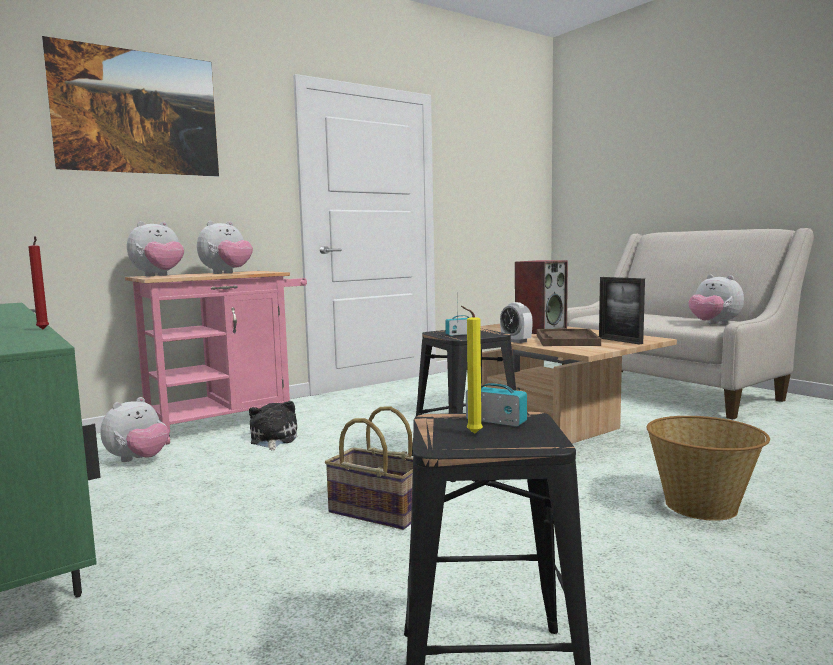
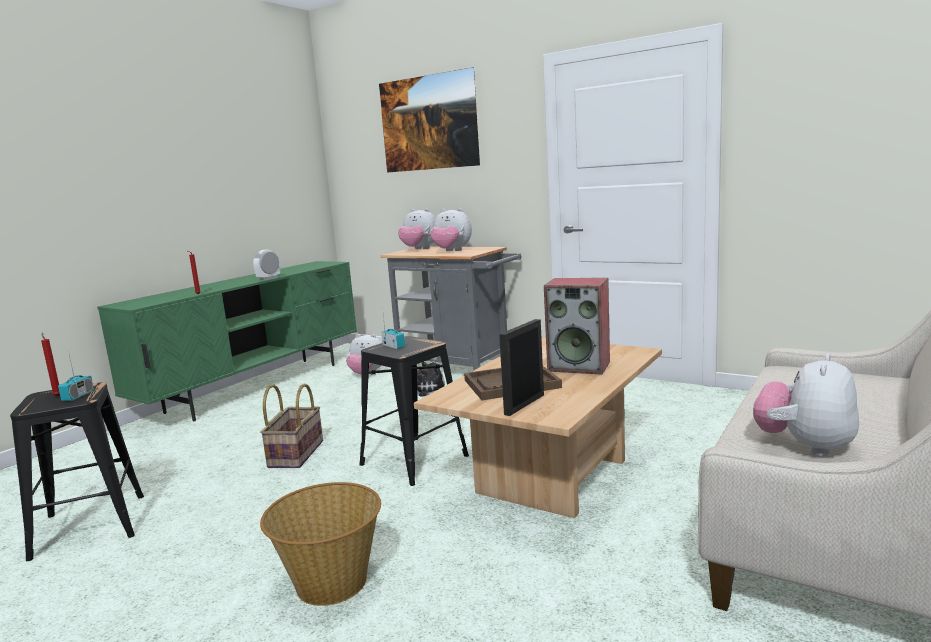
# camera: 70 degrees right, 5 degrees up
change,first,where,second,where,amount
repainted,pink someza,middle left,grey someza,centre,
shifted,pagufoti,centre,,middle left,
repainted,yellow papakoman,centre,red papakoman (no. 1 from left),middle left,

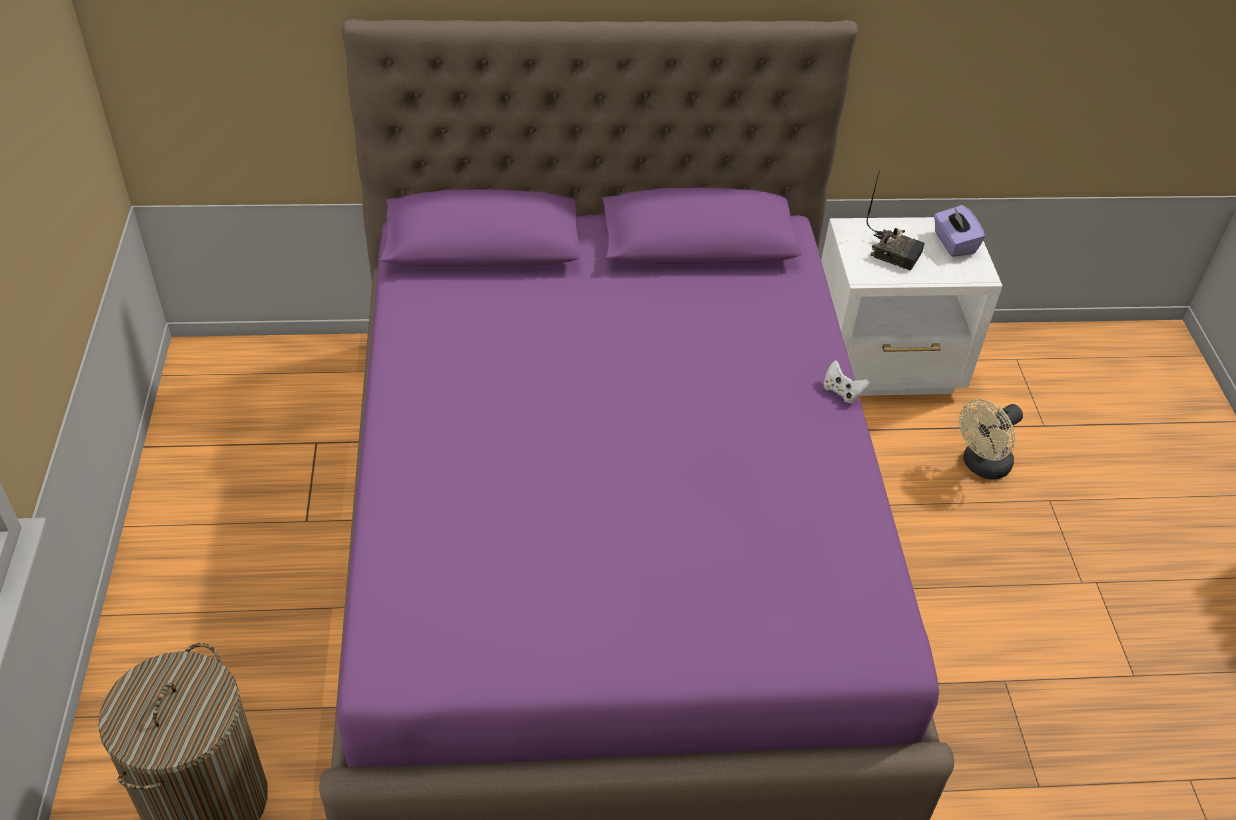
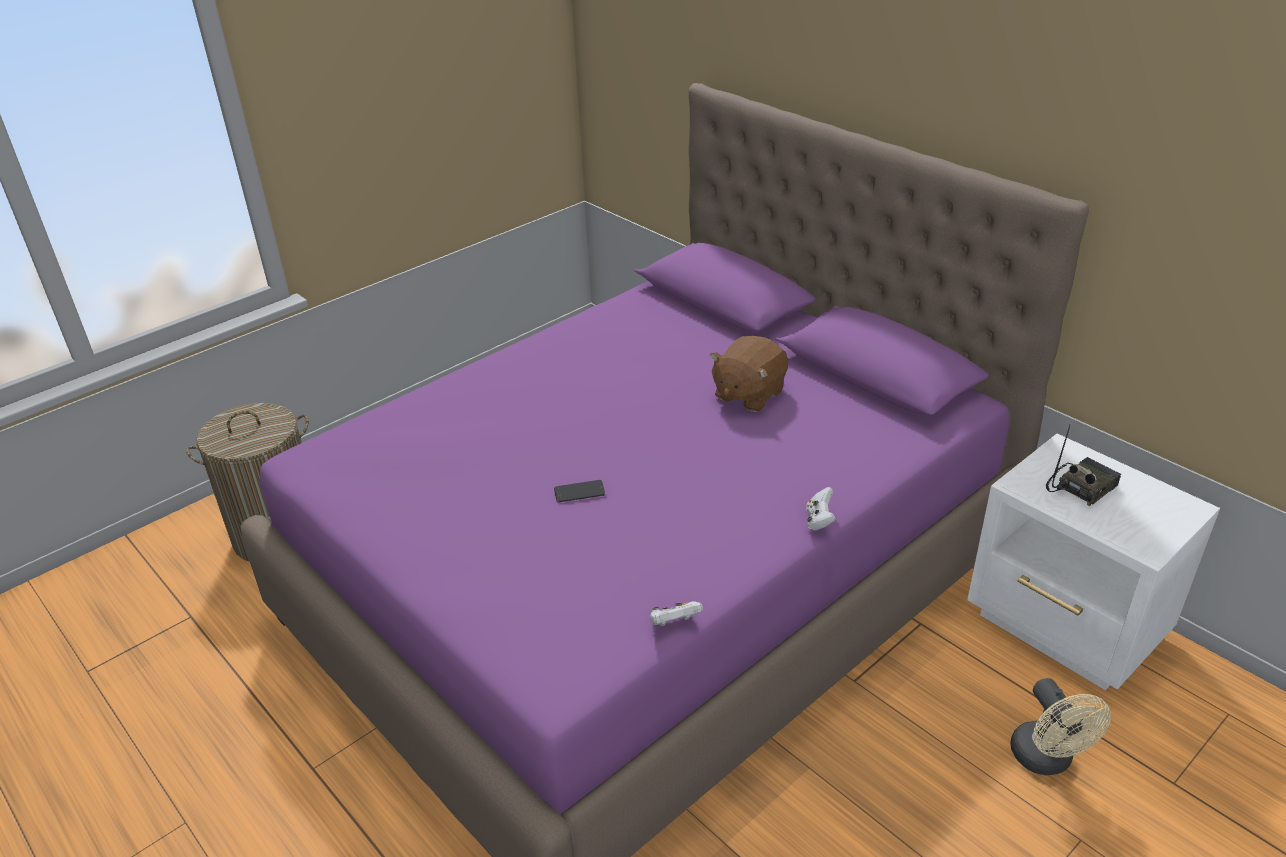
# camera: 55 degrees right, 10 degrees down
change,first,where,second,where,amount
rotated,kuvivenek,top right,,middle right,120 degrees counterclockwise
gone,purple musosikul,top right,,,
rotated,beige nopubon,middle right,,bottom right,120 degrees counterclockwise
new,,,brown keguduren,centre,
new,,,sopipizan,centre,
new,,,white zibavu (no. 1 from left),bottom centre,

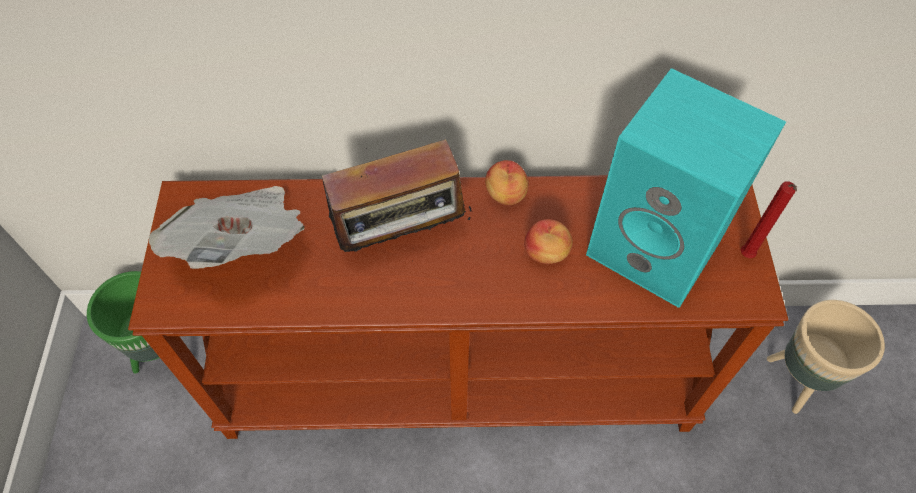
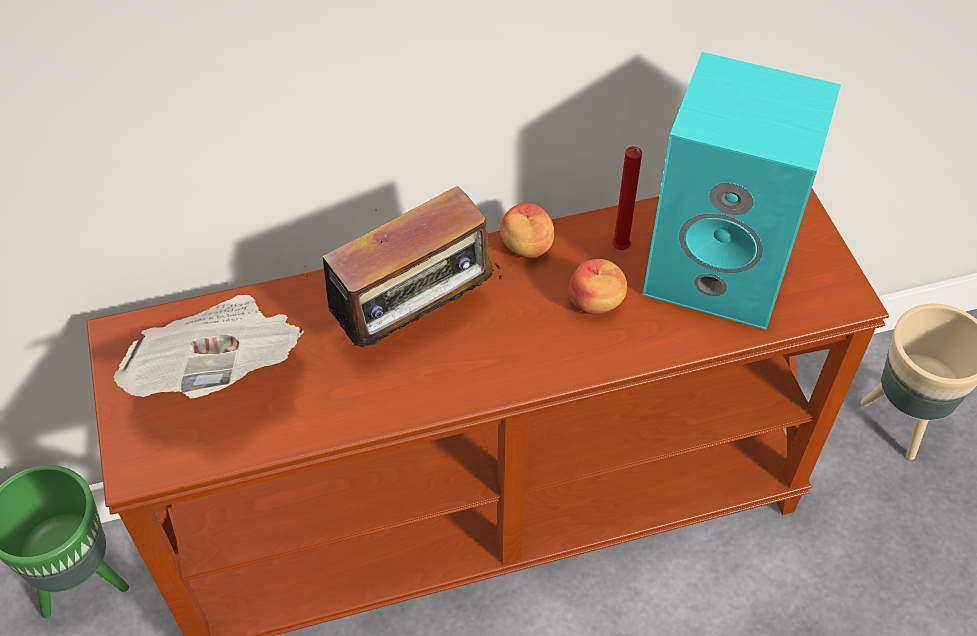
# camera: 15 degrees left, 5 degrees down
change,first,where,second,where,amount
shifted,red papakoman,middle right,,top centre,

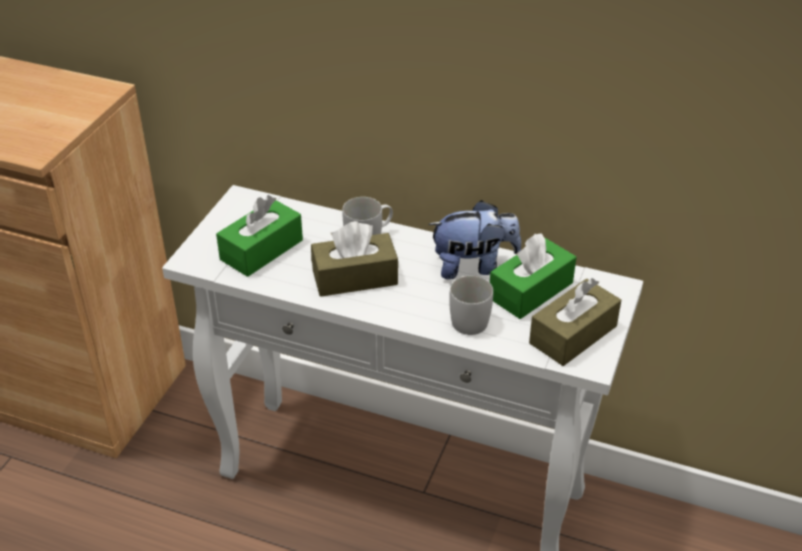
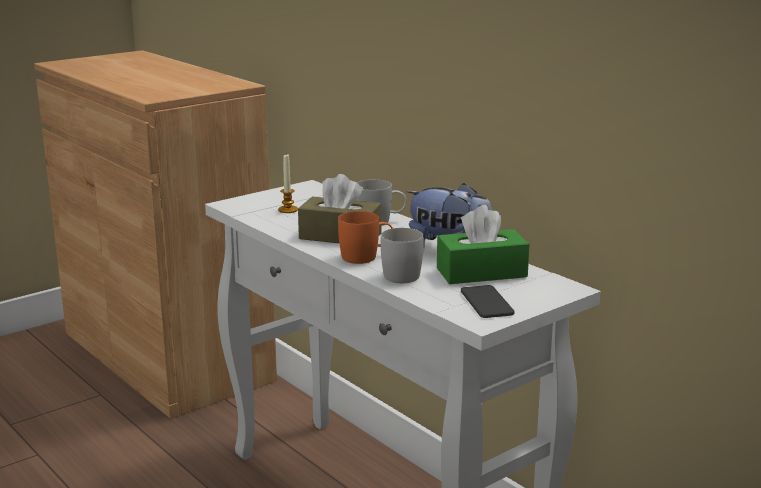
# camera: 30 degrees right, 20 degrees down
change,first,where,second,where,amount
swapped,green musosikul (no. 1 from left),middle left,papakoman,centre,
swapped,brown musosikul (no. 2 from left),middle right,sopipizan,centre,
new,,,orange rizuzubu,centre,

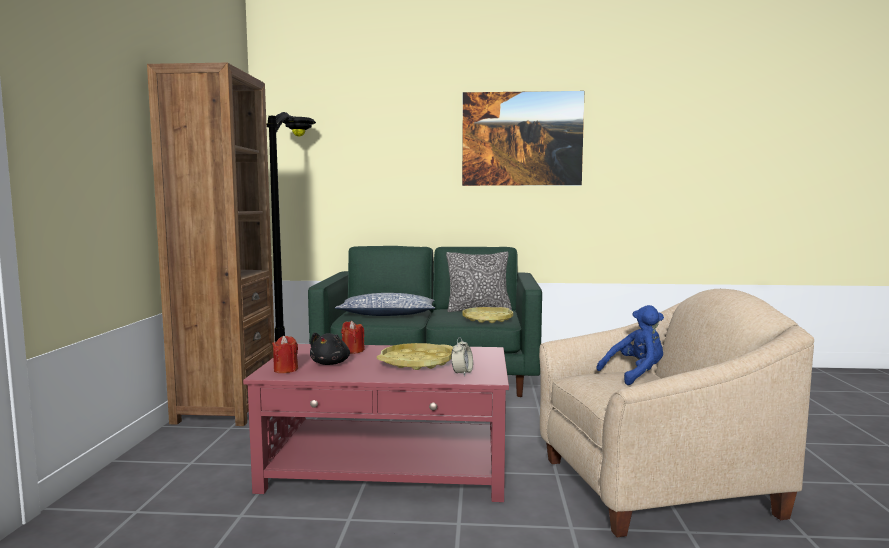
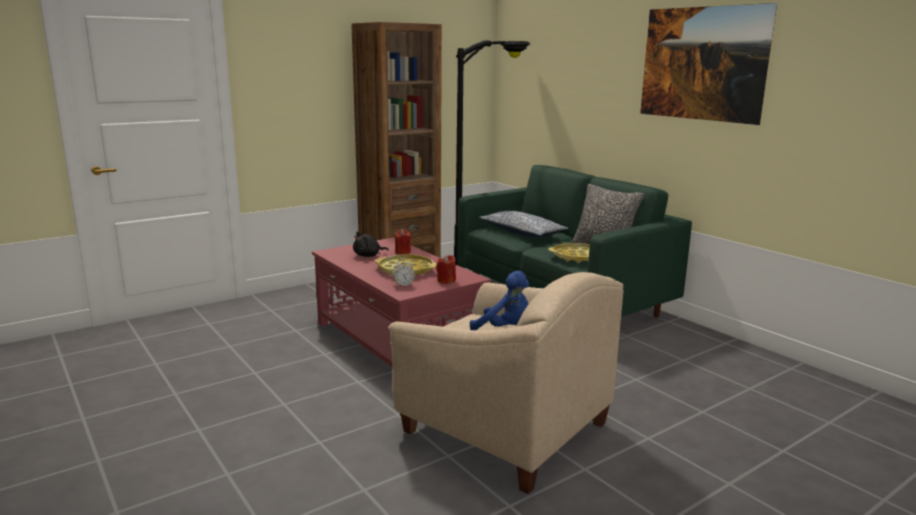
# camera: 50 degrees right, 10 degrees up
change,first,where,second,where,amount
shifted,red papakoman (no. 1 from left in the first image),middle left,red papakoman (no. 2 from left),centre,

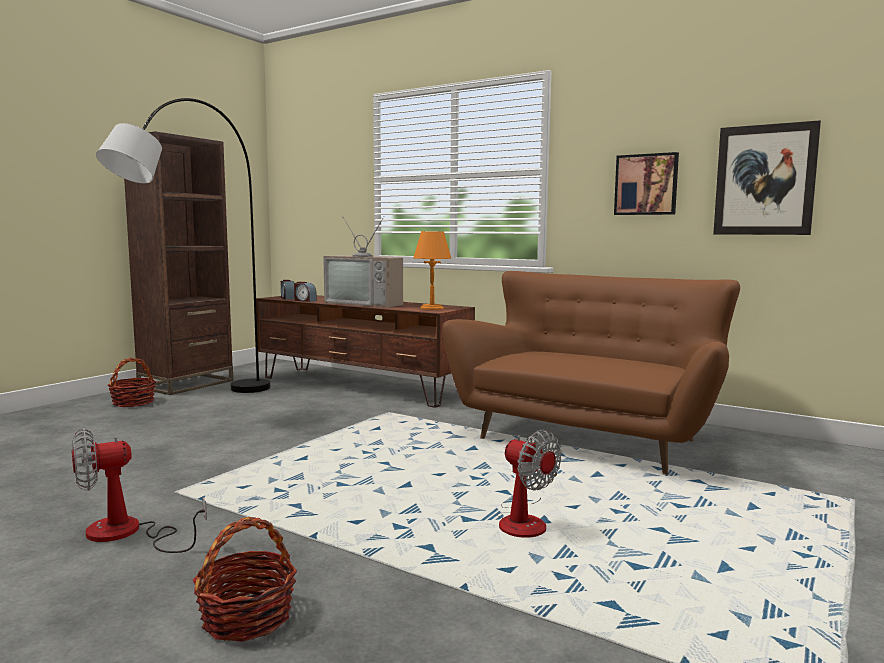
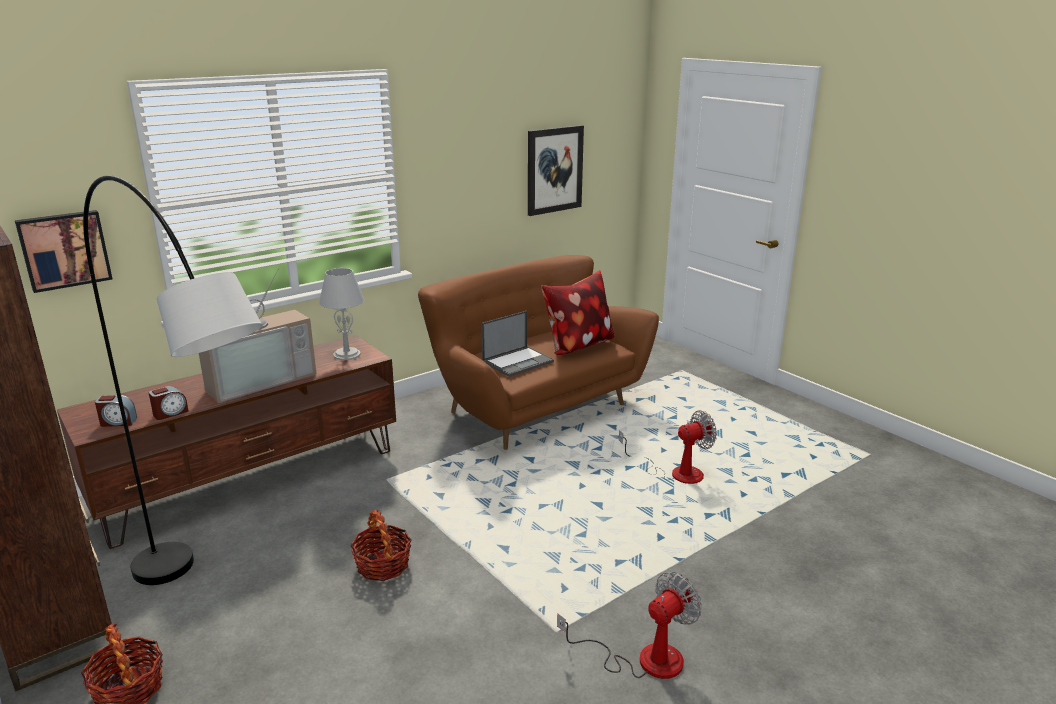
# camera: 70 degrees left, 15 degrees up
change,first,where,second,where,amount
shifted,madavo (no. 1 from left),top right,,middle left,
repainted,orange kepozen,centre,grey kepozen,middle left,
rotated,nopubon (no. 1 from left),bottom left,,bottom centre,120 degrees counterclockwise
shifted,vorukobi (no. 2 from left),bottom left,,bottom centre,
new,,,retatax,centre,
new,,,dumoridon,centre,

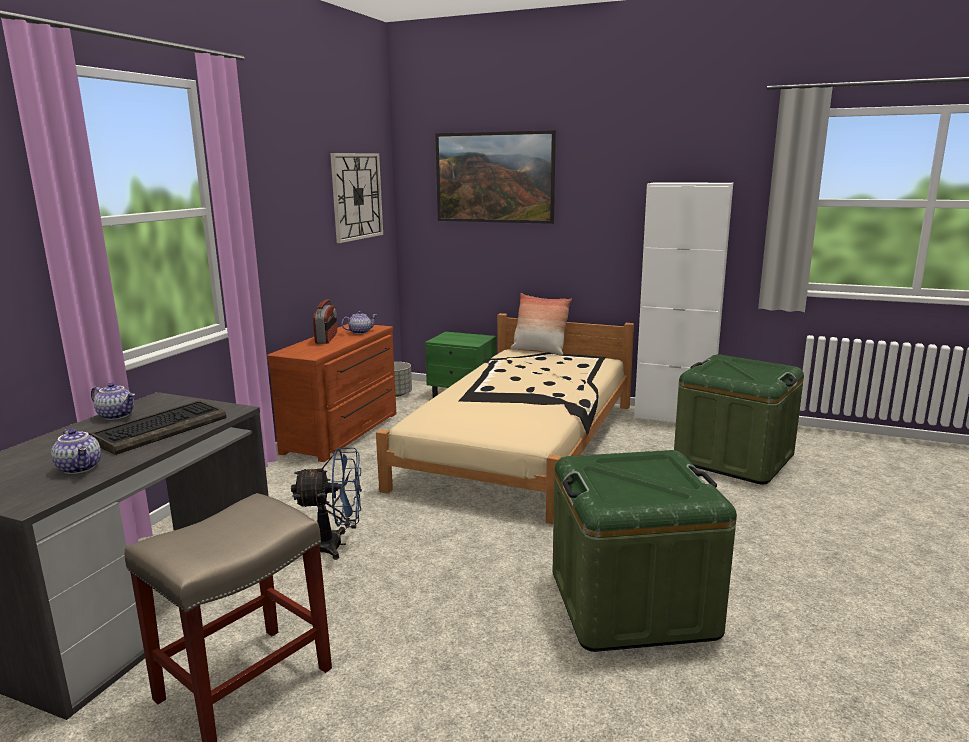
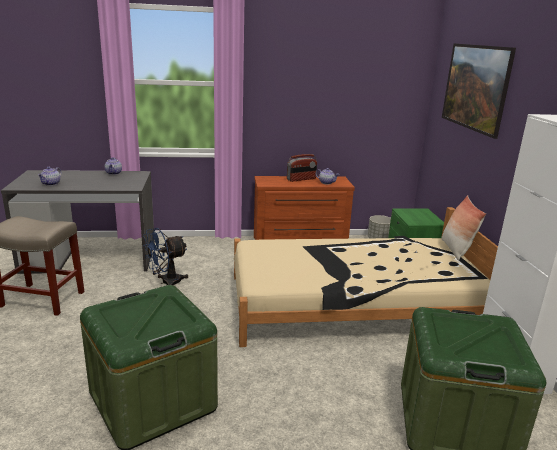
# camera: 60 degrees right, 5 degrees up
change,first,where,second,where,amount
gone,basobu,top centre,,,
gone,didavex,middle left,,,
rotated,blue nopubon,bottom centre,,middle left,90 degrees clockwise

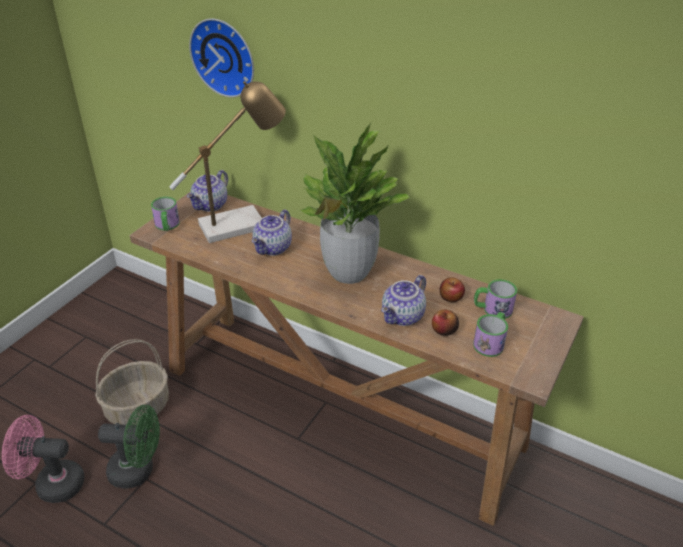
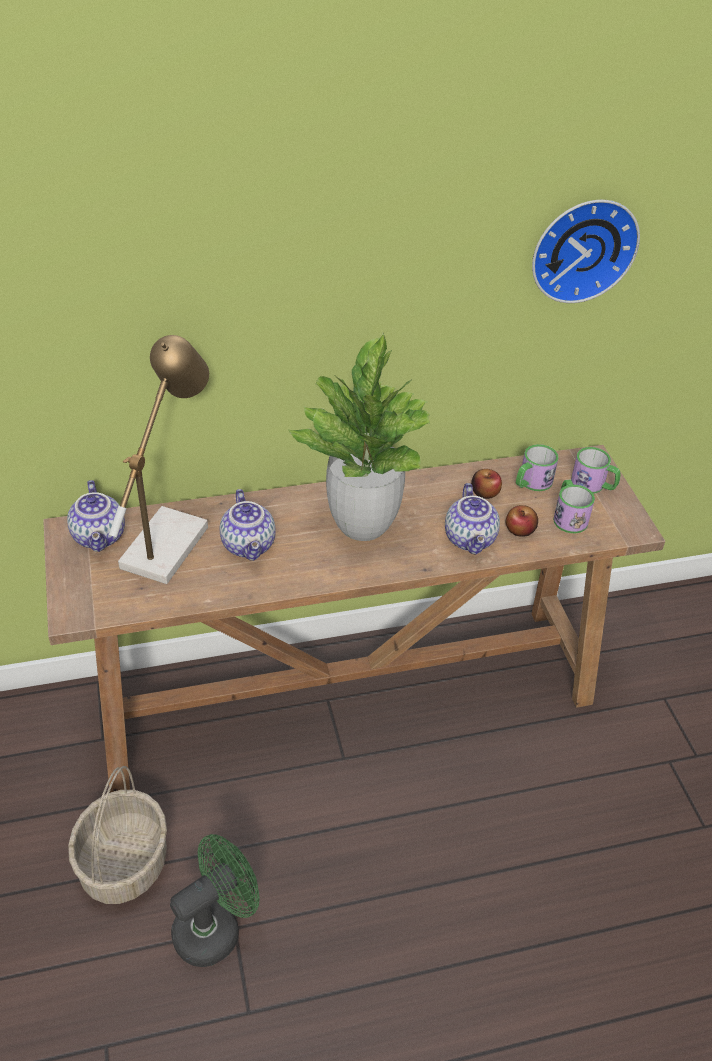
# camera: 45 degrees left, 5 degrees up
change,first,where,second,where,amount
shifted,basobu,top left,,top right,
shifted,rizuzubu (no. 1 from left in the first image),middle left,rizuzubu (no. 3 from left),middle right,
gone,pink nopubon,bottom left,,,

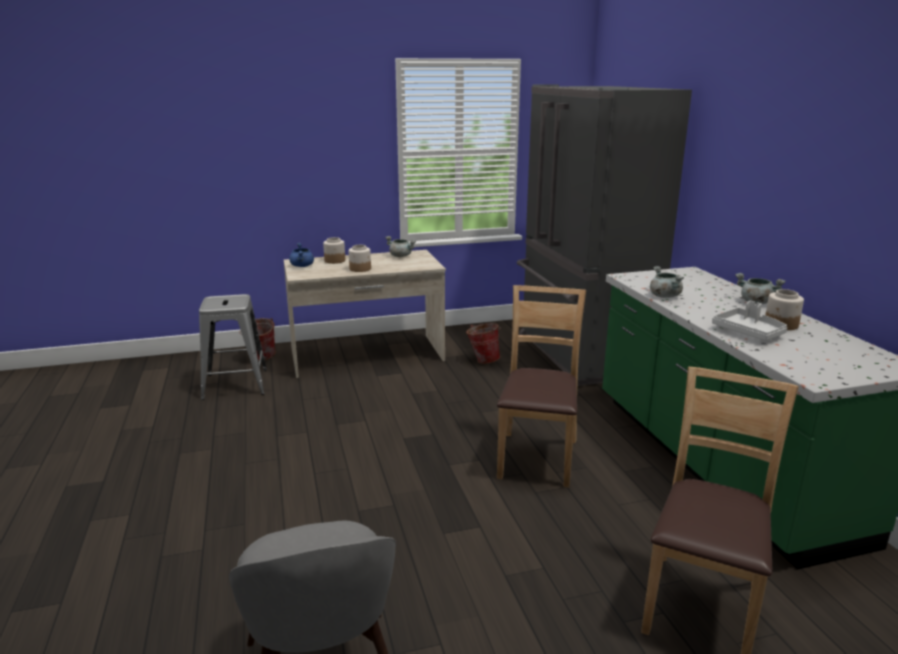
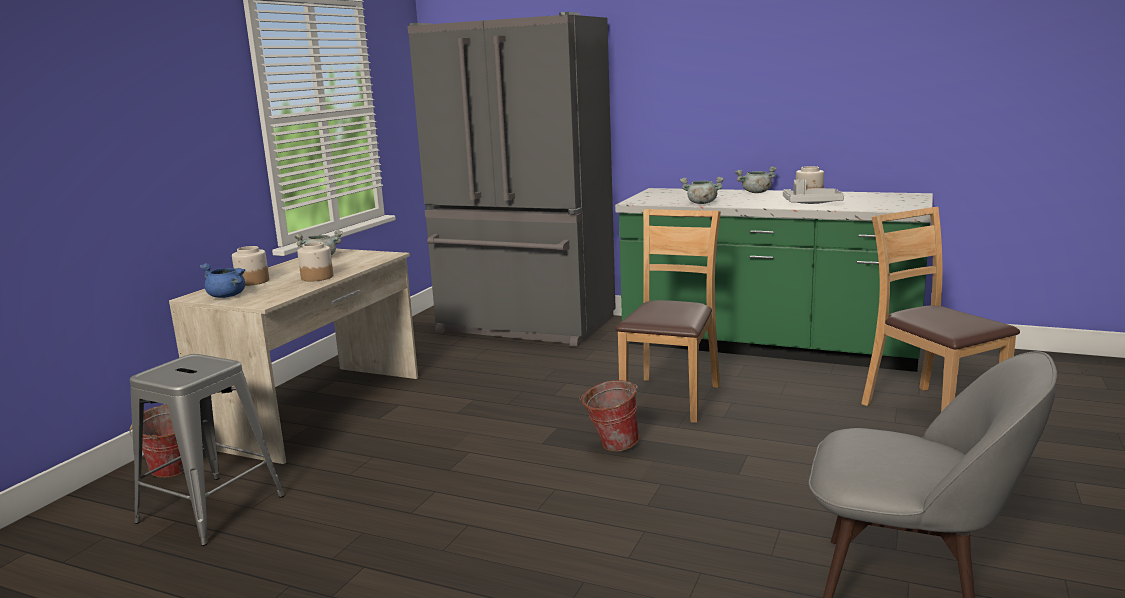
# camera: 50 degrees left, 5 degrees down
change,first,where,second,where,amount
rotated,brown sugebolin (no. 1 from left),centre,,centre,60 degrees clockwise
shifted,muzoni (no. 2 from left),centre,,bottom centre,

